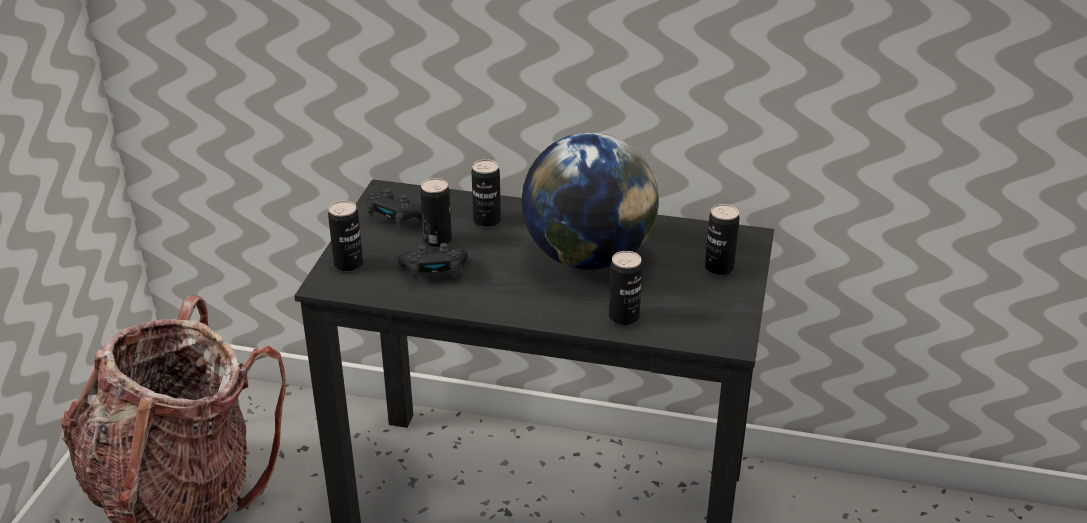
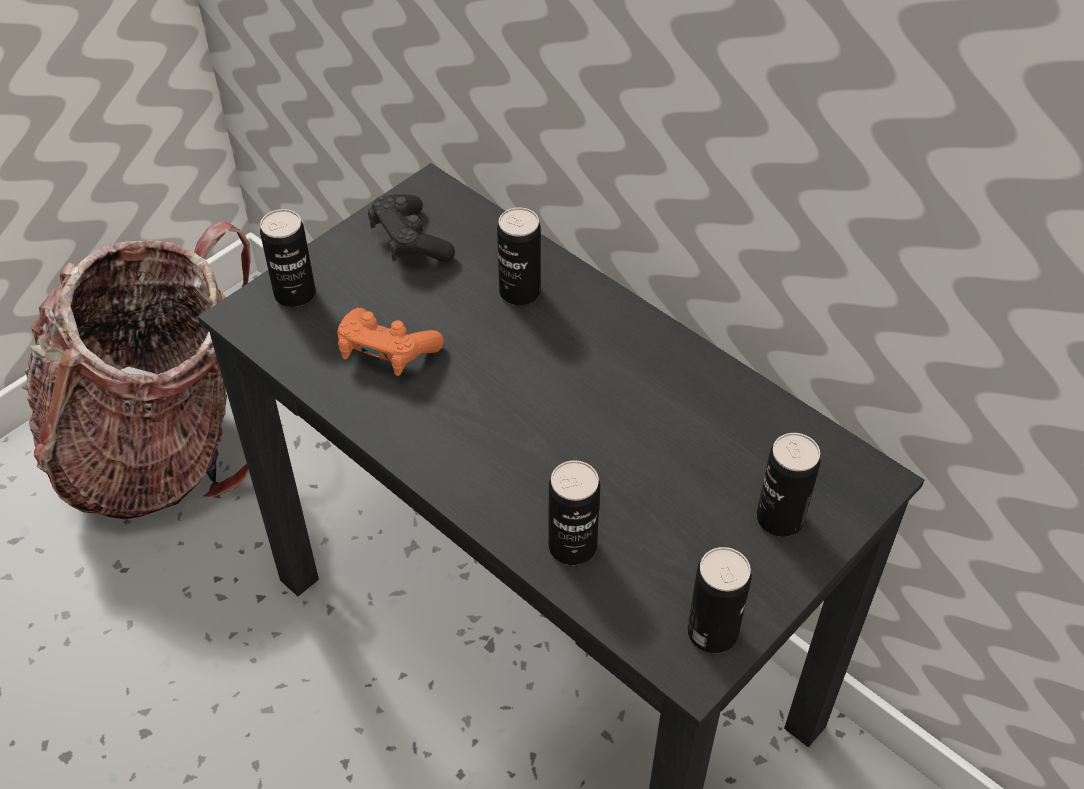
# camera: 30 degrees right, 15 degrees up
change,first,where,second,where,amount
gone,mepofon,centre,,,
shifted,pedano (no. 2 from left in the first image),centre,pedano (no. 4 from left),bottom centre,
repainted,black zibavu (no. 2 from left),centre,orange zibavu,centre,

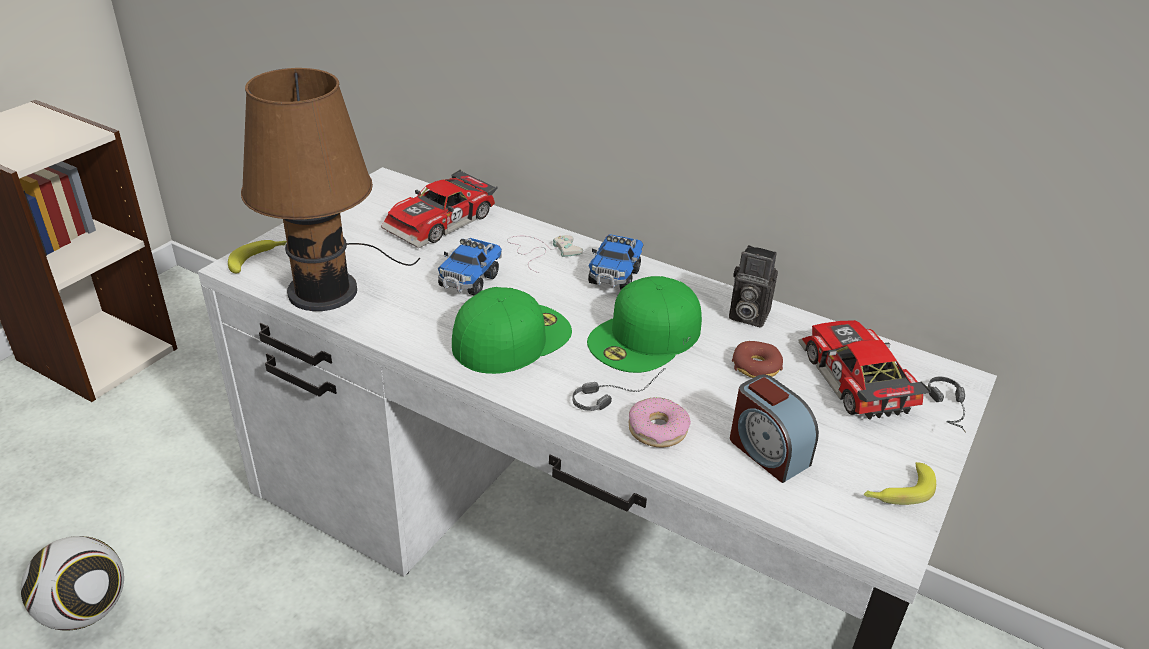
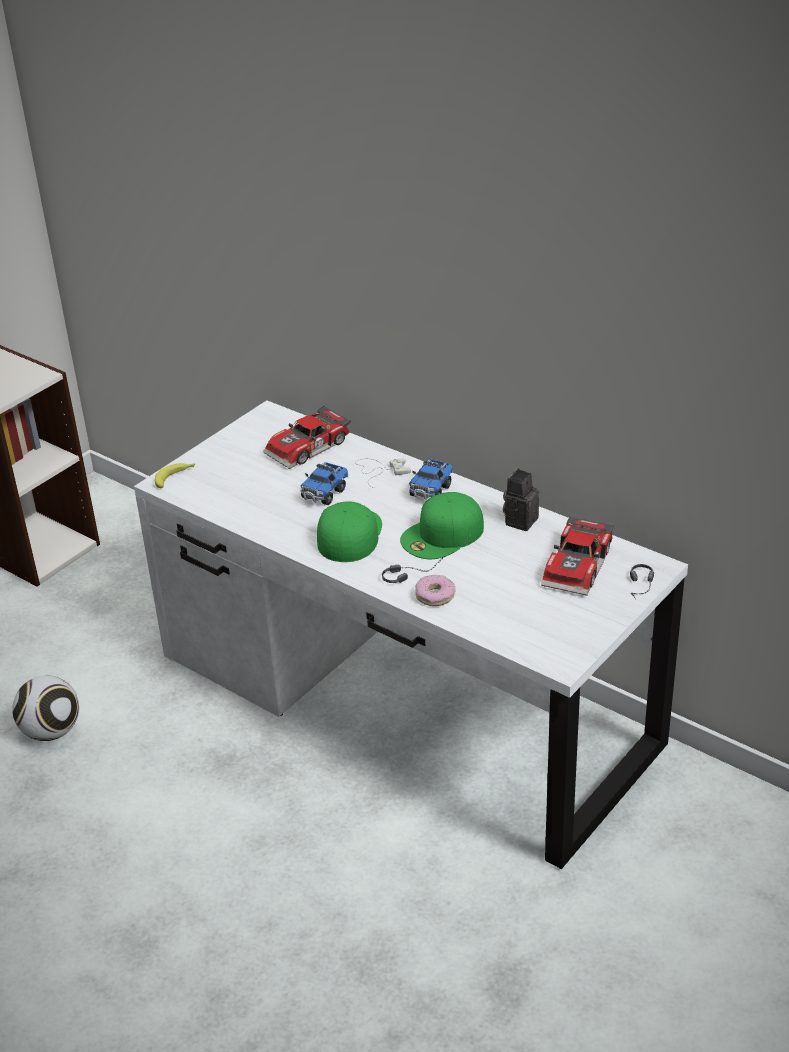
# camera: 10 degrees right, 0 degrees up
change,first,where,second,where,amount
gone,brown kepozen,top left,,,
rotated,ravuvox,centre,,centre,90 degrees clockwise
rotated,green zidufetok (no. 1 from left),centre,,centre,45 degrees counterclockwise
rotated,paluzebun (no. 2 from left),middle right,,middle right,150 degrees counterclockwise
gone,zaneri (no. 2 from left),centre,,,
gone,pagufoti,middle right,,,
gone,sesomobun (no. 2 from left),bottom right,,,

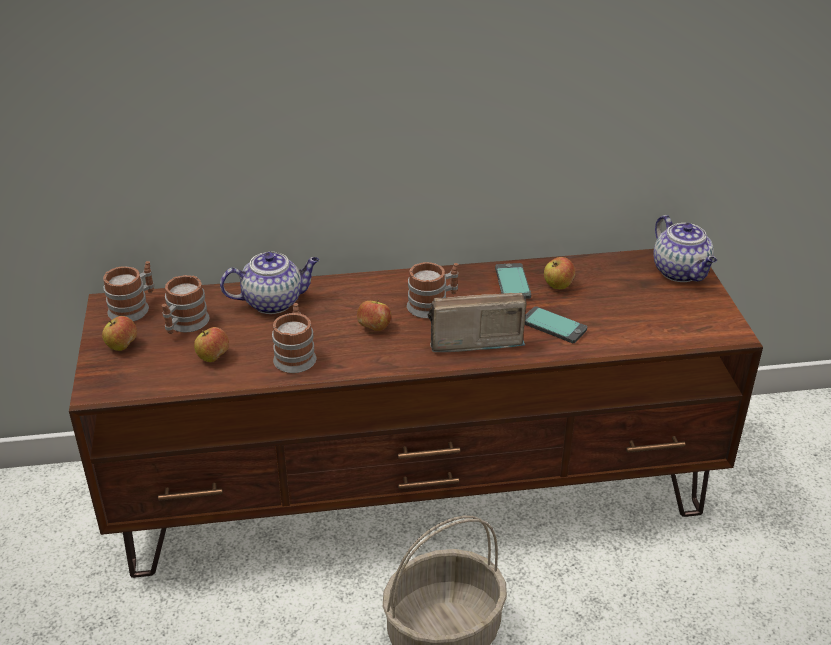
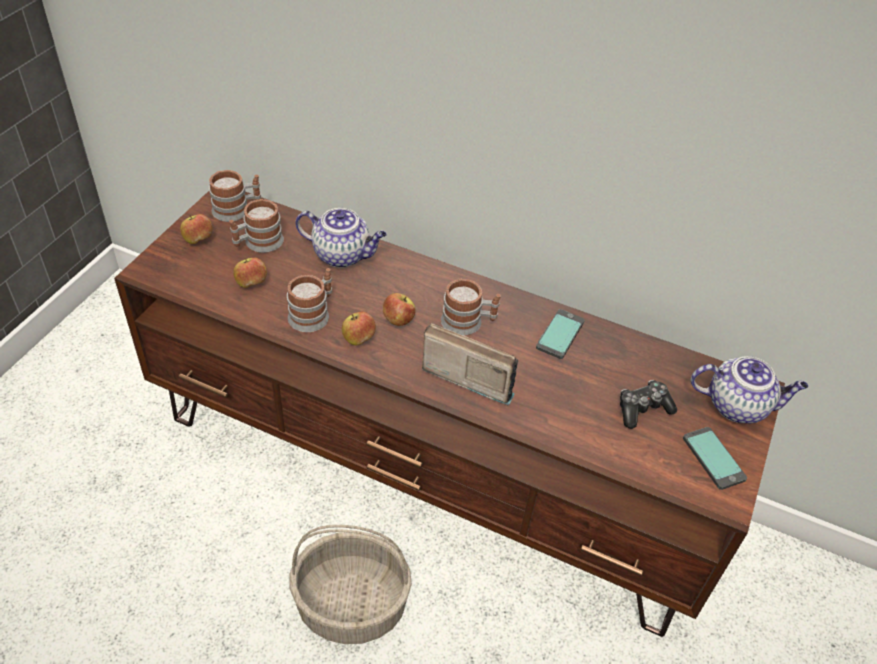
# camera: 30 degrees right, 10 degrees up
change,first,where,second,where,amount
rotated,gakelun (no. 2 from left),middle right,,middle right,90 degrees counterclockwise
shifted,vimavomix (no. 4 from left in the first image),middle right,vimavomix (no. 3 from left),centre,
shifted,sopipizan (no. 2 from left),middle right,,bottom right,
new,,,zibavu,middle right,

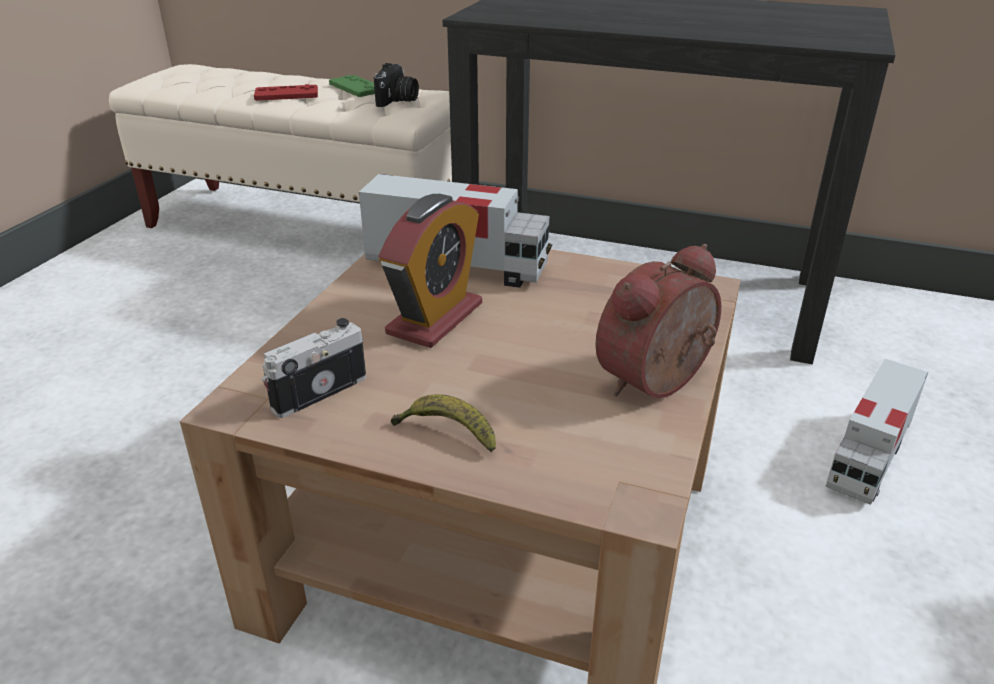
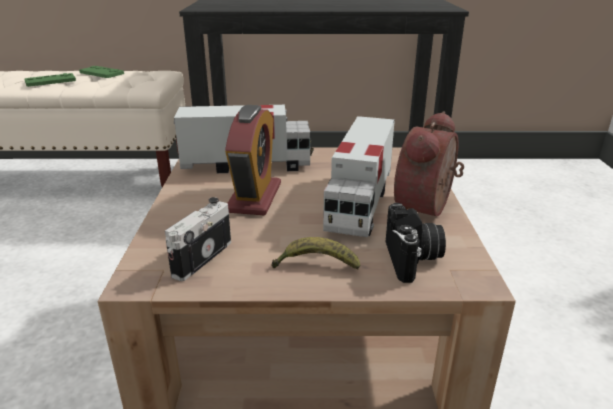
# camera: 20 degrees left, 5 degrees down
change,first,where,second,where,amount
shifted,ravuvox (no. 2 from left),top centre,,middle right,
repainted,red zibavu,top left,green zibavu (no. 1 from left),top left,
shifted,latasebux (no. 2 from left),middle right,,centre,

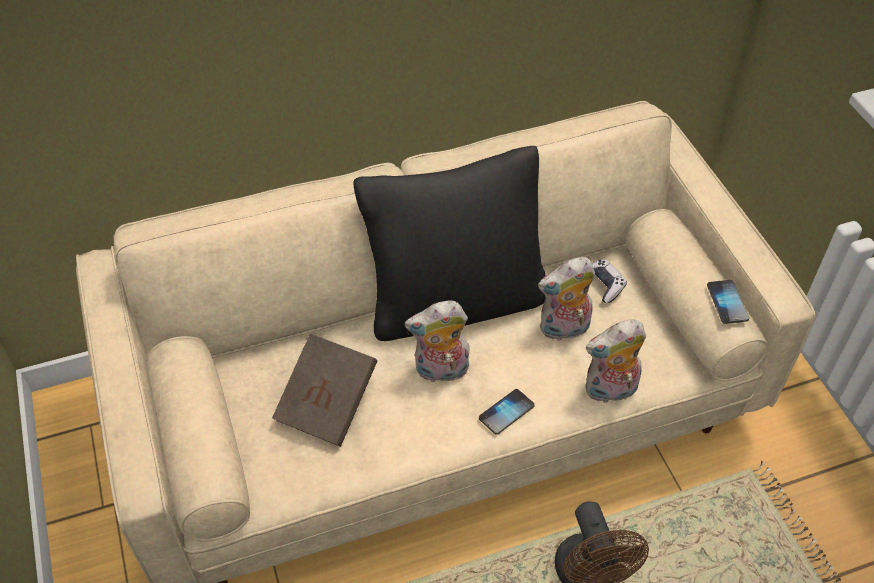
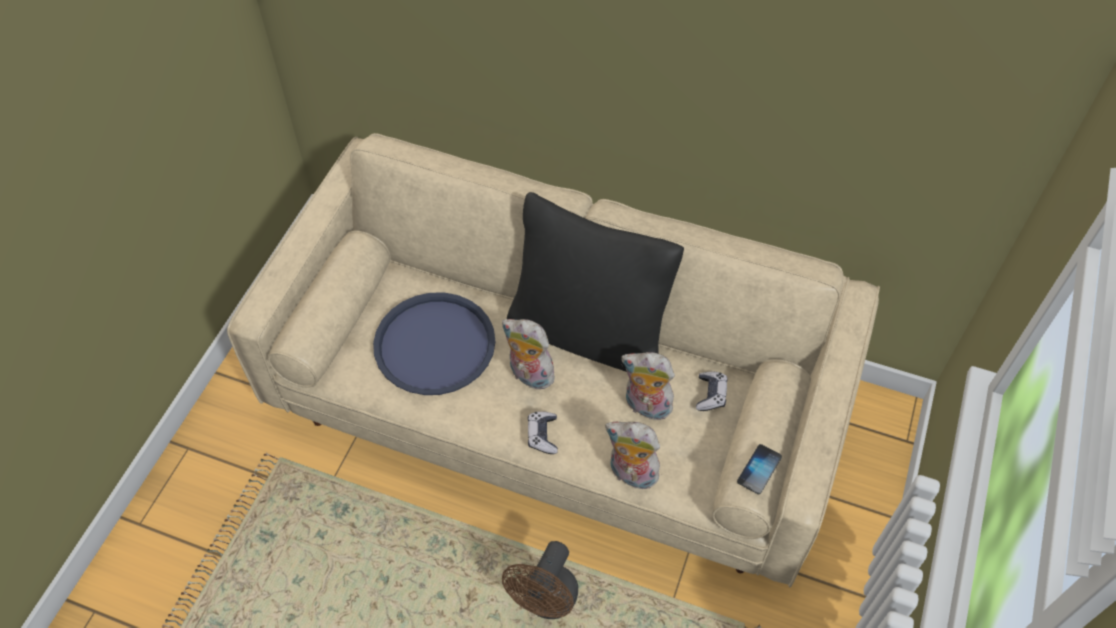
# camera: 40 degrees right, 5 degrees up
change,first,where,second,where,amount
swapped,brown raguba,bottom centre,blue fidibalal,centre,
swapped,sopipizan (no. 1 from left),bottom centre,zibavu (no. 1 from left),bottom centre,

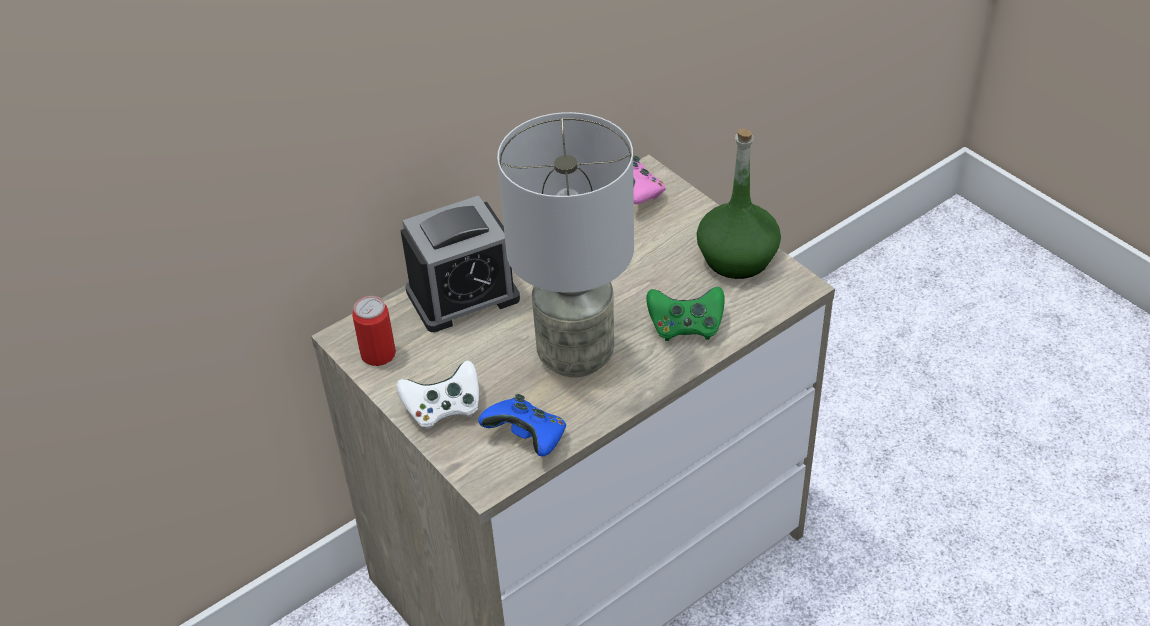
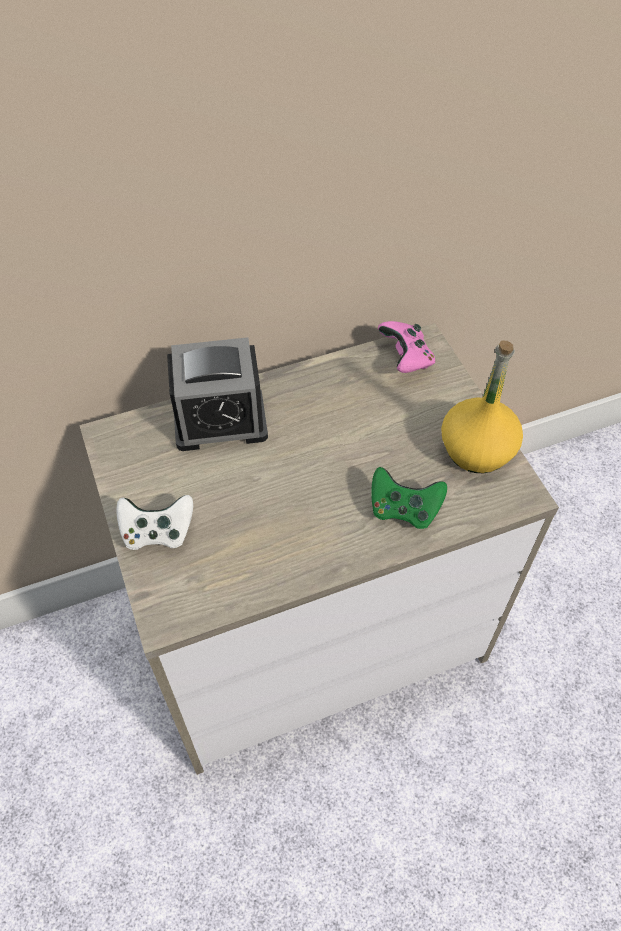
# camera: 15 degrees right, 10 degrees up
change,first,where,second,where,amount
gone,grey kepozen,centre,,,
repainted,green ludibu,top centre,yellow ludibu,middle right,
gone,pedano,middle left,,,
gone,blue zibavu,bottom centre,,,

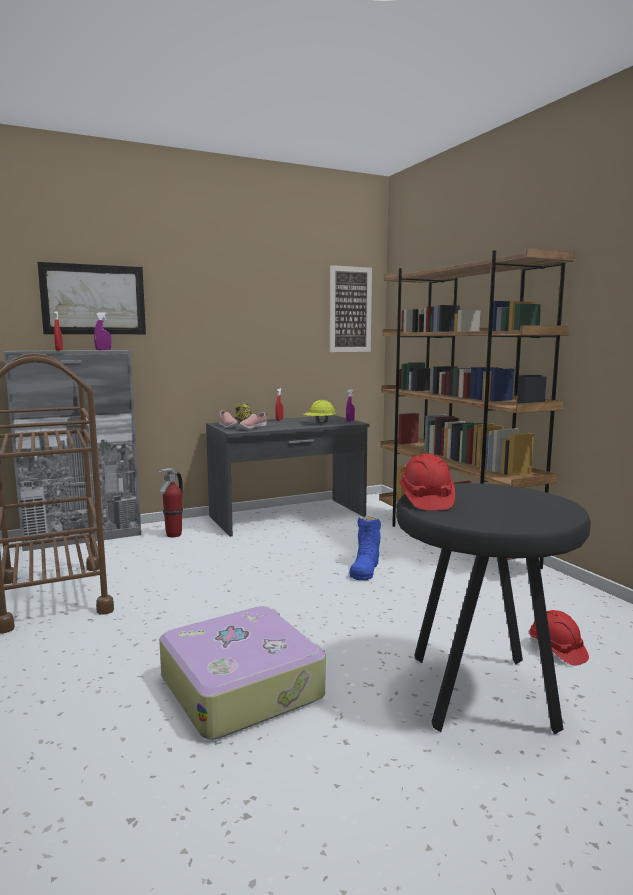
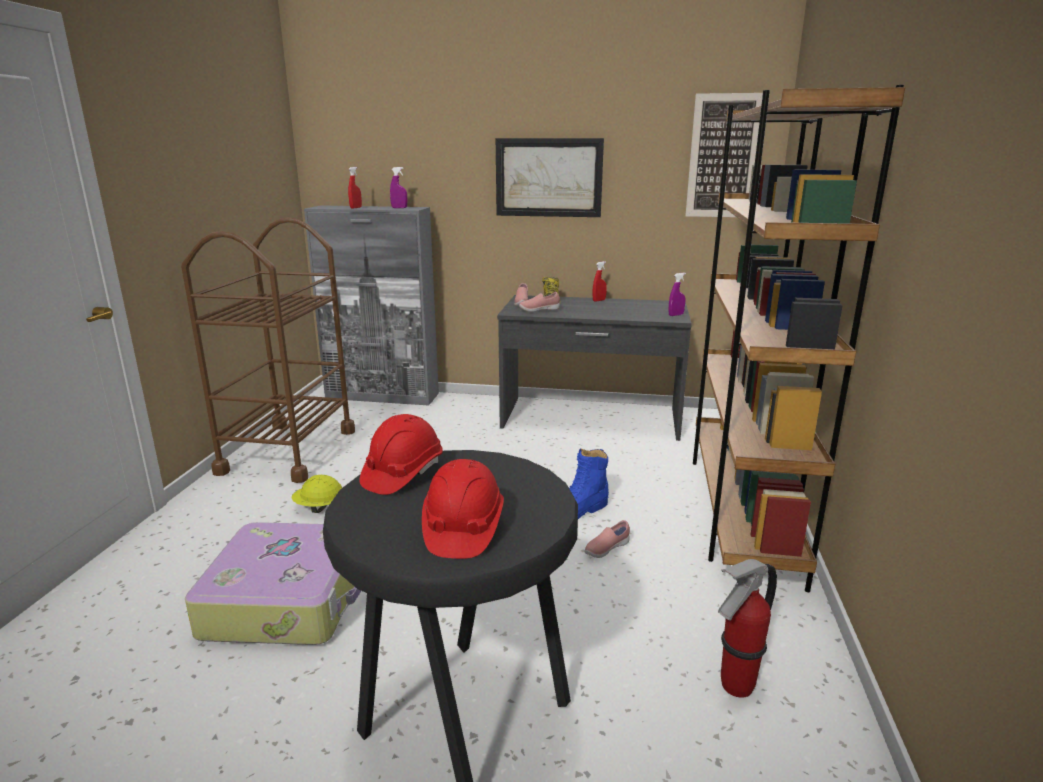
# camera: 35 degrees right, 10 degrees up
change,first,where,second,where,amount
shifted,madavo (no. 1 from left),top left,,top centre,
shifted,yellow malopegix,centre,,middle left,
shifted,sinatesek,middle left,,bottom right,
shifted,red malopegix (no. 2 from left),bottom right,,centre,
new,,,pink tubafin (no. 3 from left),bottom centre,

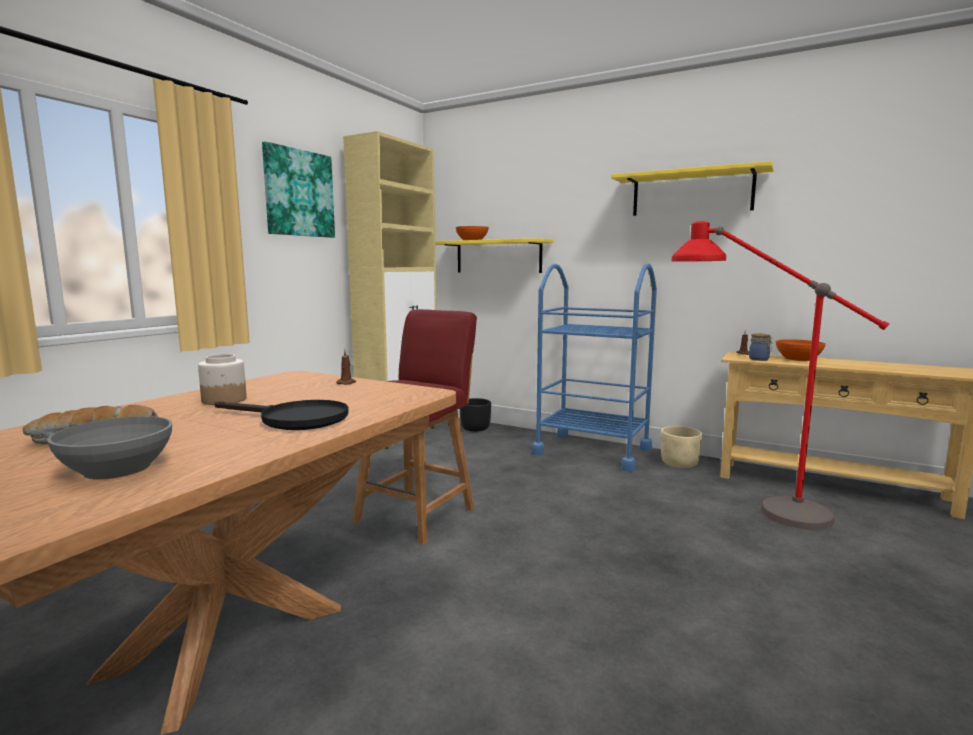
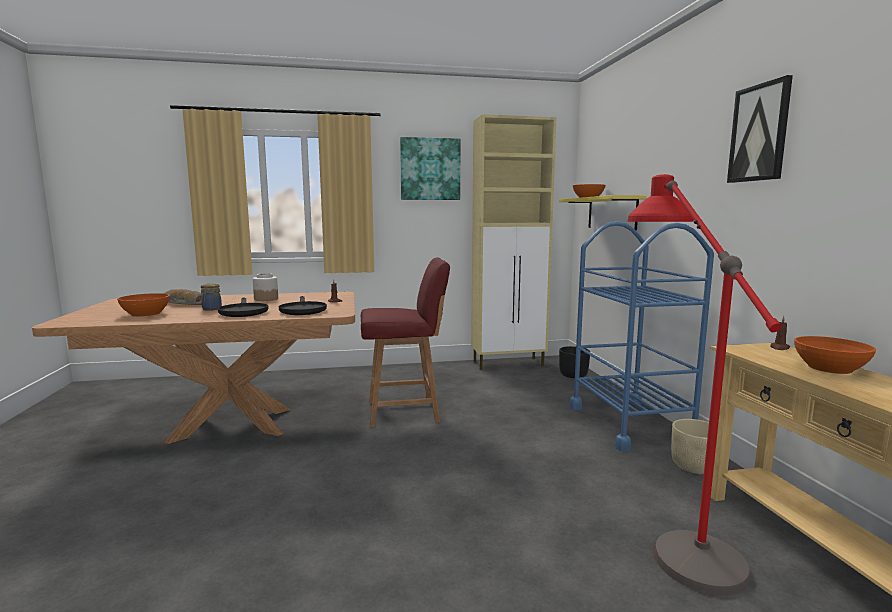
# camera: 50 degrees right, 0 degrees up
change,first,where,second,where,amount
swapped,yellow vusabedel (no. 2 from left),top right,madavo (no. 2 from left),top right,
shifted,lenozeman (no. 2 from left in the first image),middle right,lenozeman (no. 1 from left),middle left,
repainted,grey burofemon,middle left,orange burofemon (no. 1 from left),middle left,
new,,,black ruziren (no. 2 from left),centre,

